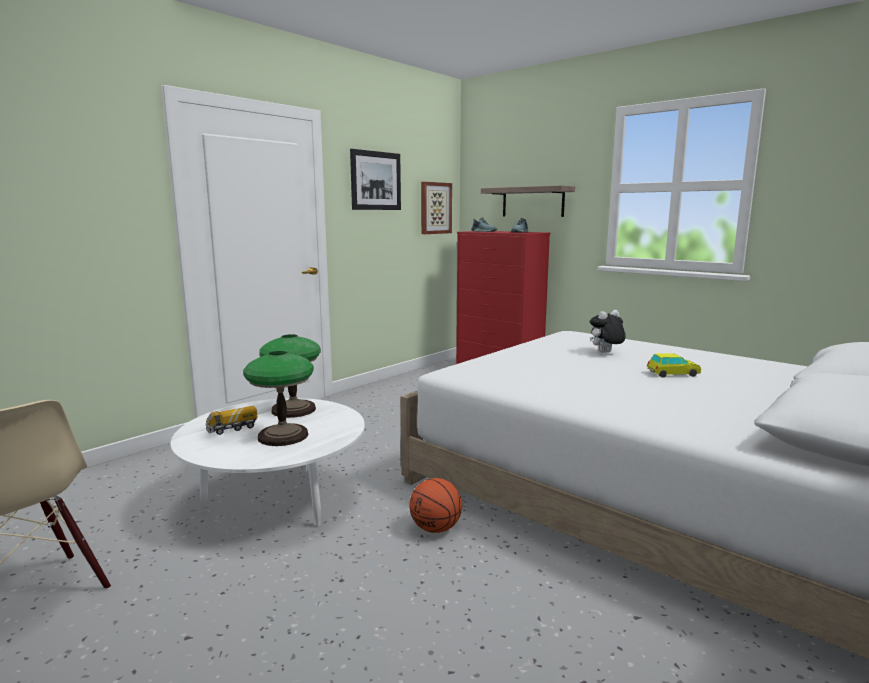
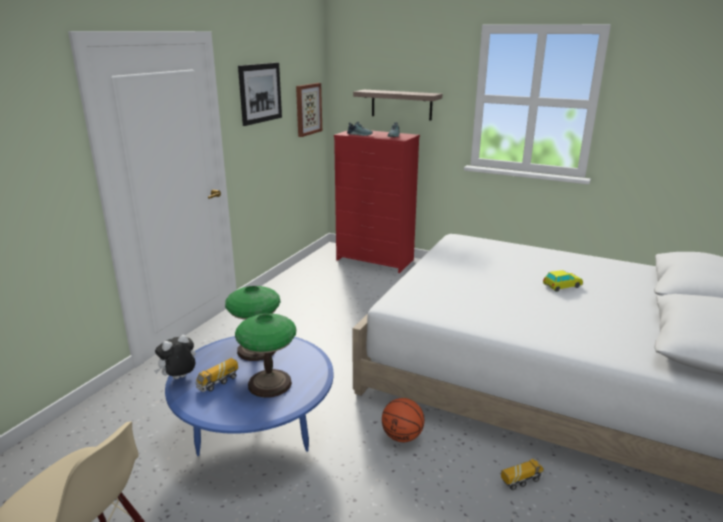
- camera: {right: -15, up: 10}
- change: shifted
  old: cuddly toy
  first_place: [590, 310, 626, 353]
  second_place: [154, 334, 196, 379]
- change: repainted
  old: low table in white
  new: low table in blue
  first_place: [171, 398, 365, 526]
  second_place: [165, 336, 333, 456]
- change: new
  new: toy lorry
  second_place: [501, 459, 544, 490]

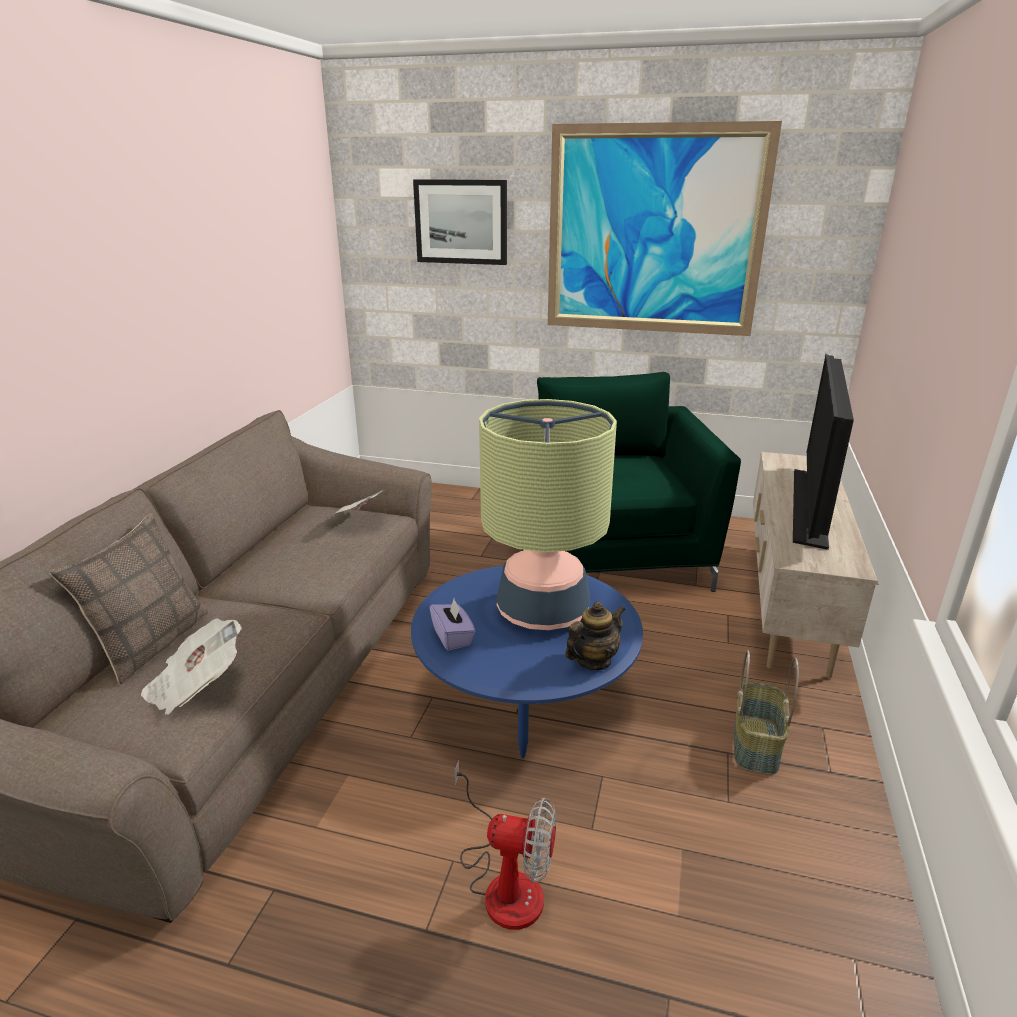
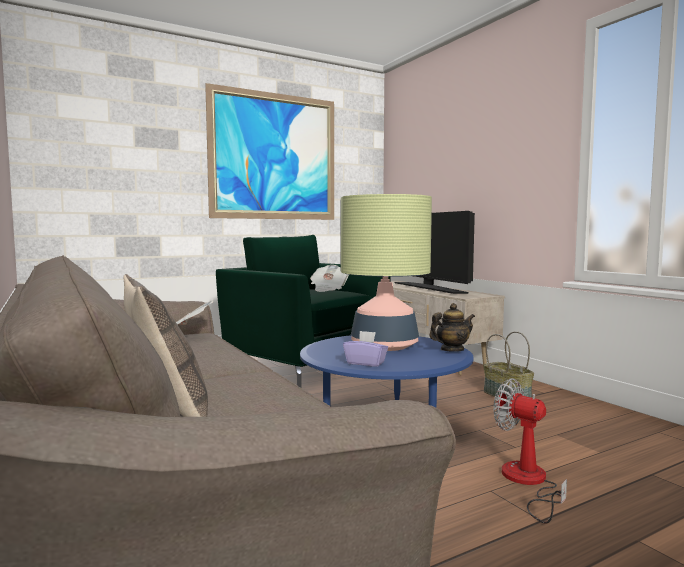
- camera: {right: -45, up: -20}
- change: shifted
  old: printed paper
  first_place: [141, 618, 242, 715]
  second_place: [310, 265, 349, 292]
- change: rotated
  old: teapot
  first_place: [565, 602, 626, 670]
  second_place: [429, 303, 475, 352]
  degrees: 60
- change: rotated
  old: fan
  first_place: [455, 760, 556, 930]
  second_place: [493, 378, 567, 524]
  degrees: -105
- change: gone
  old: wall picture
  first_place: [413, 179, 507, 265]

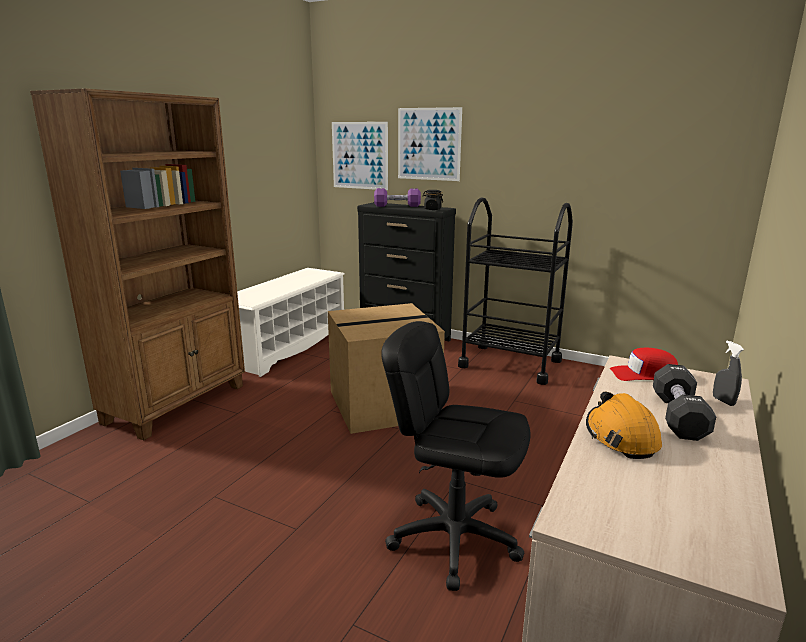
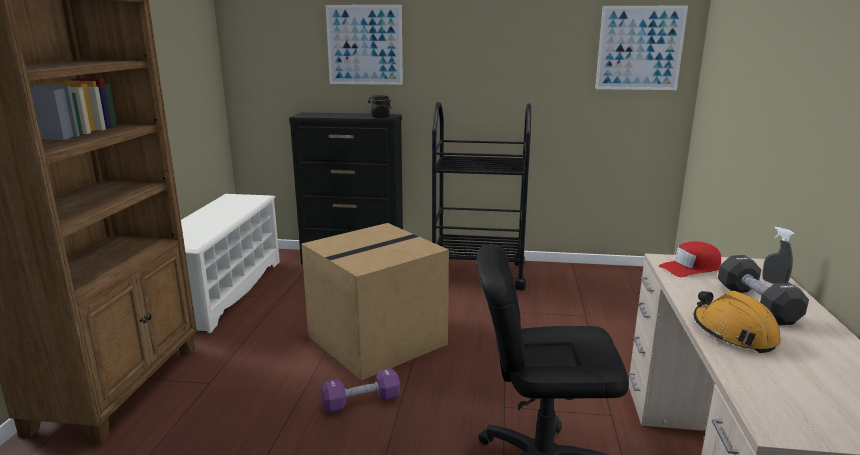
- camera: {right: -20, up: 0}
- change: shifted
  old: free weight in purple-coloured
  first_place: [374, 188, 421, 207]
  second_place: [321, 368, 400, 413]
- change: shifted
  old: wall picture
  first_place: [332, 122, 388, 190]
  second_place: [595, 6, 688, 90]

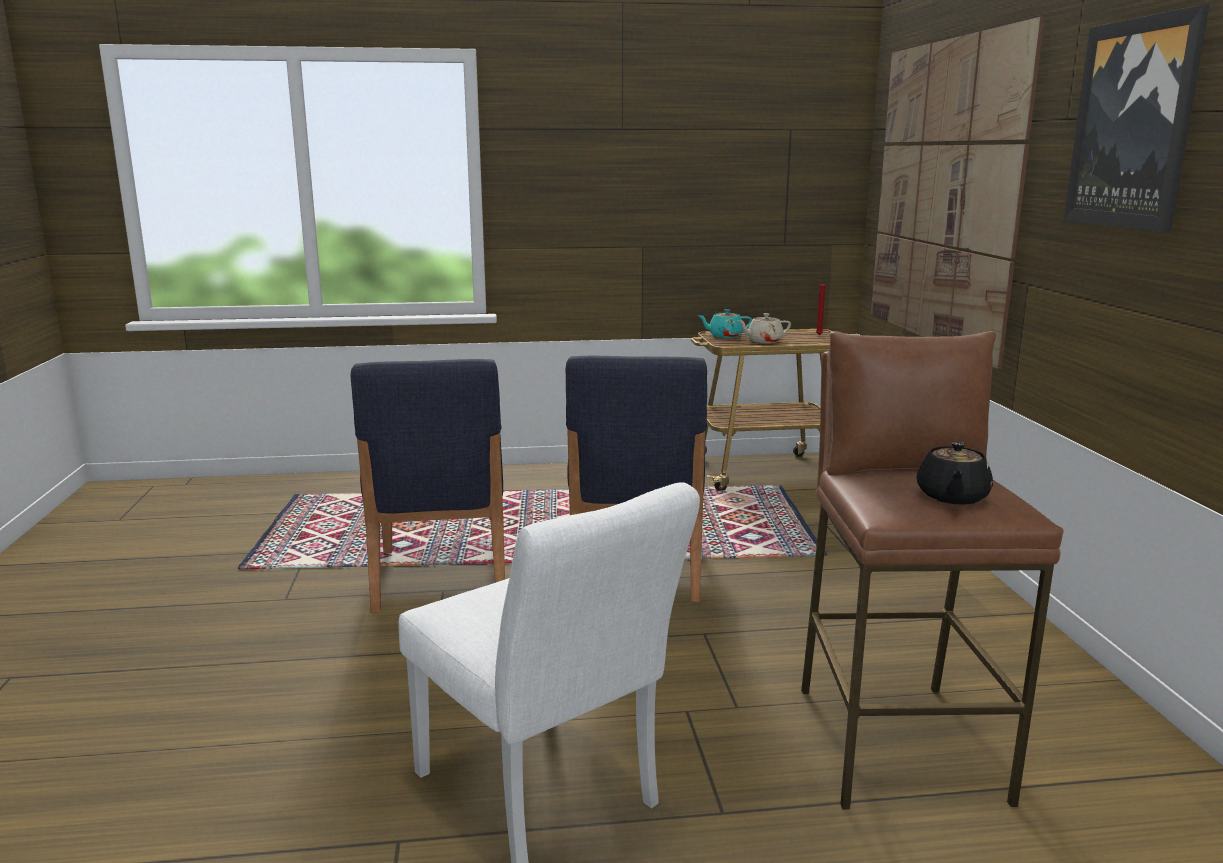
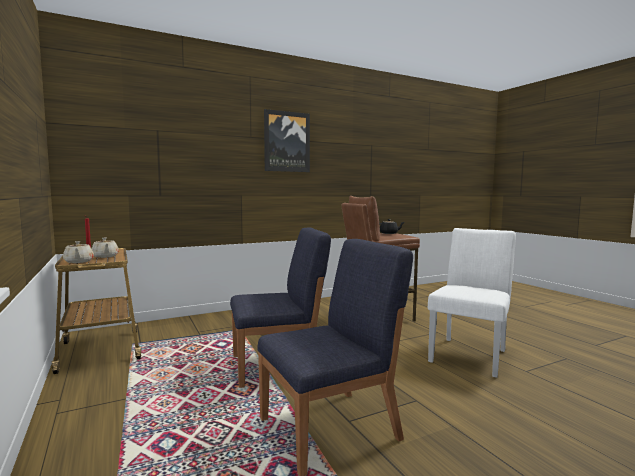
- camera: {right: -110, up: -10}
- change: repainted
  old: teapot in turquoise
  new: teapot in sand-coloured
  first_place: [698, 309, 752, 338]
  second_place: [63, 241, 94, 263]
- change: gone
  old: wall picture
  first_place: [871, 17, 1045, 369]

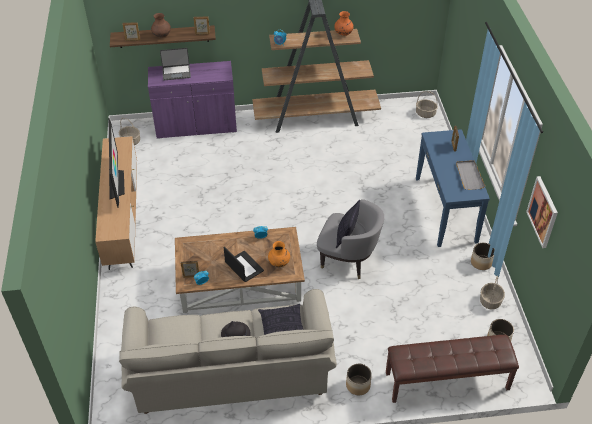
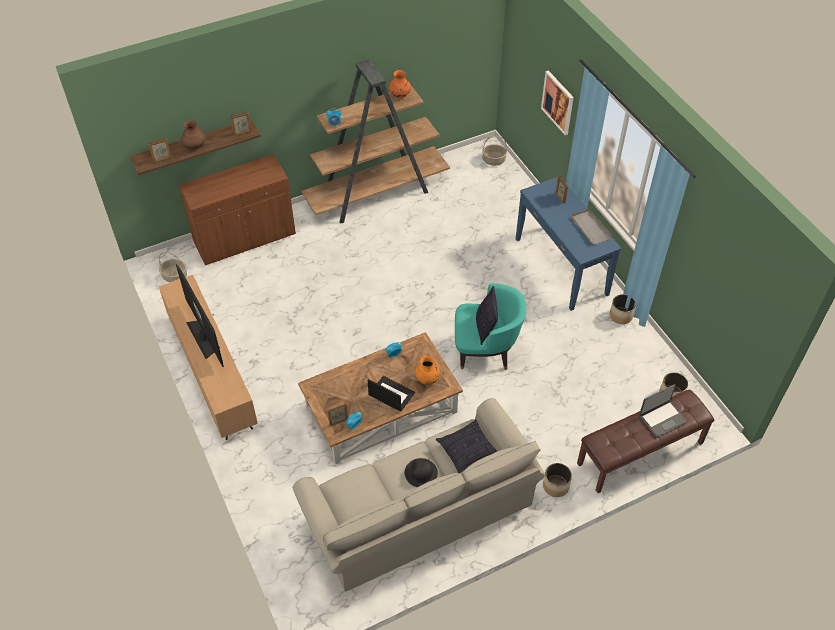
- camera: {right: -20, up: 5}
- change: repainted
  old: cupboard in purple-coloured
  new: cupboard in brown
  first_place: [148, 61, 237, 139]
  second_place: [179, 154, 296, 265]
- change: repainted
  old: lounge chair in greyish
  new: lounge chair in turquoise
  first_place: [317, 199, 384, 279]
  second_place: [455, 283, 526, 370]
- change: shifted
  old: wall picture
  first_place: [526, 176, 558, 248]
  second_place: [541, 70, 574, 135]
- change: shifted
  old: laptop
  first_place: [160, 48, 191, 80]
  second_place: [639, 384, 687, 438]
- change: gone
  old: storage basket
  first_place: [480, 276, 505, 309]

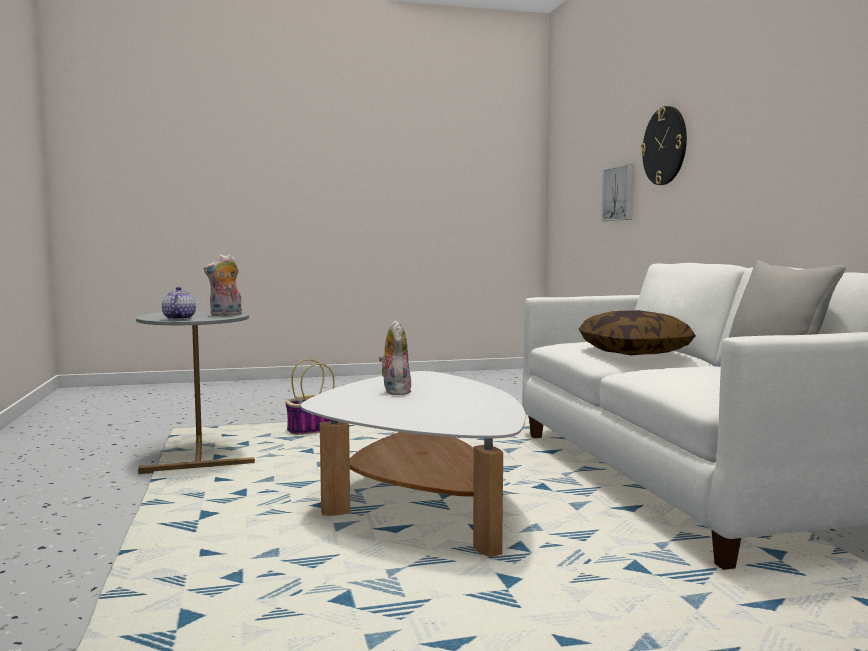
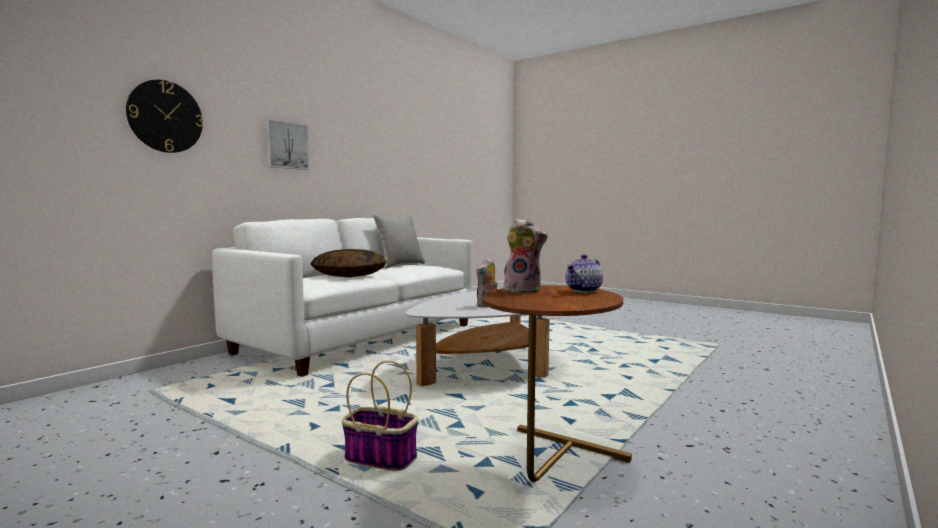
- camera: {right: -130, up: 0}
- change: shifted
  old: wall picture
  first_place: [601, 164, 634, 221]
  second_place: [265, 120, 309, 170]
- change: repainted
  old: accent table in greyish
  new: accent table in brown
  first_place: [136, 310, 255, 474]
  second_place: [482, 285, 632, 482]

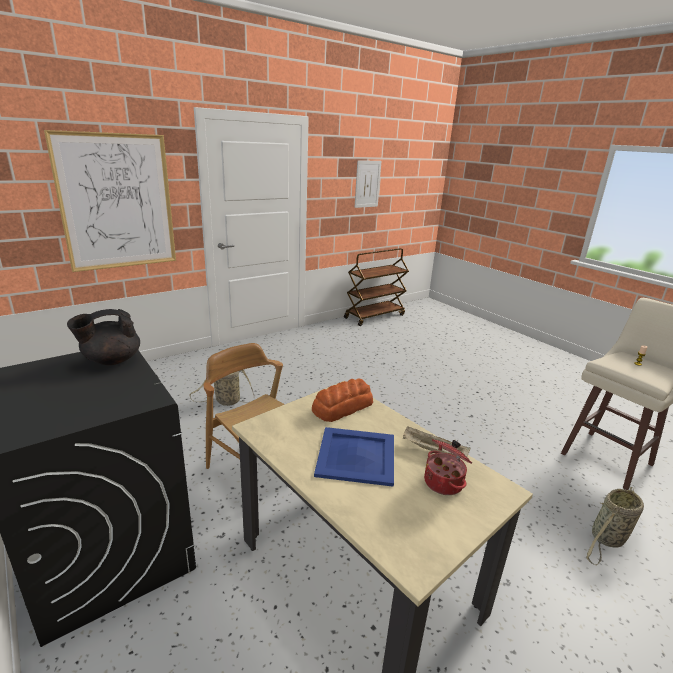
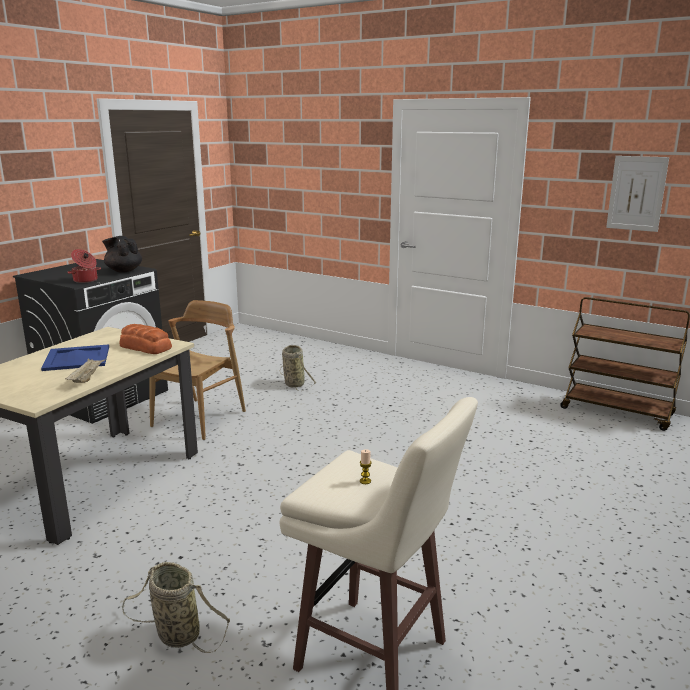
- camera: {right: 70, up: -5}
- change: shifted
  old: cooking pot
  first_place: [424, 439, 472, 495]
  second_place: [67, 249, 101, 283]
- change: gone
  old: wall picture
  first_place: [44, 130, 176, 272]

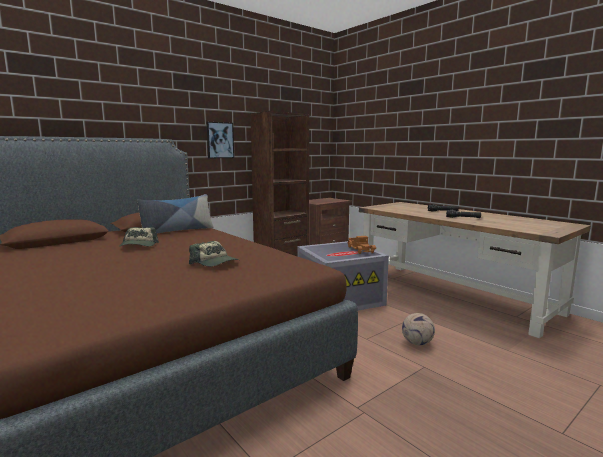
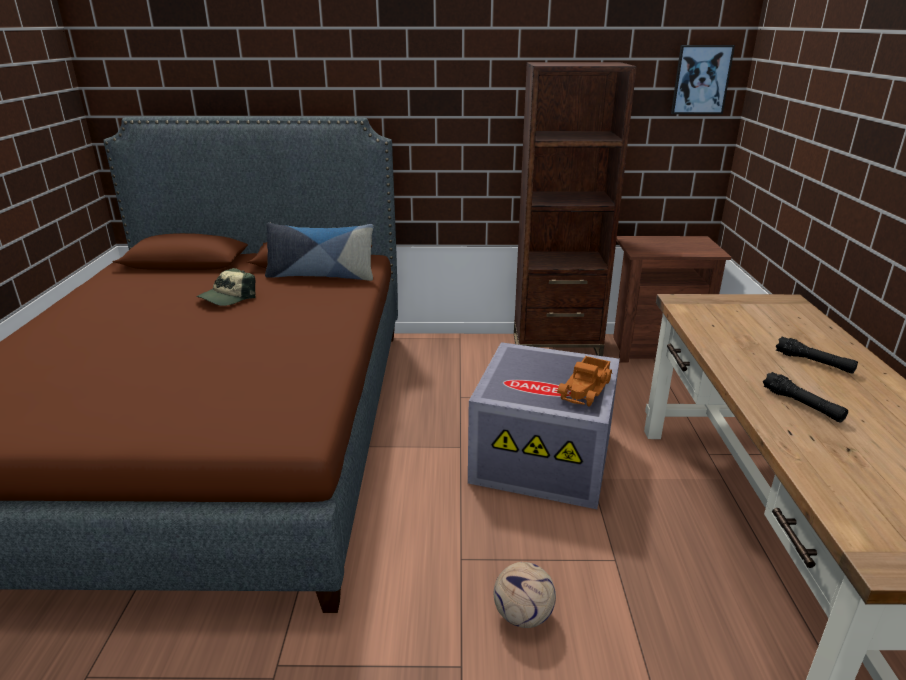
- camera: {right: 40, up: 15}
- change: shifted
  old: wall picture
  first_place: [206, 122, 234, 158]
  second_place: [671, 45, 735, 114]
- change: gone
  old: cap
  first_place: [189, 241, 239, 267]

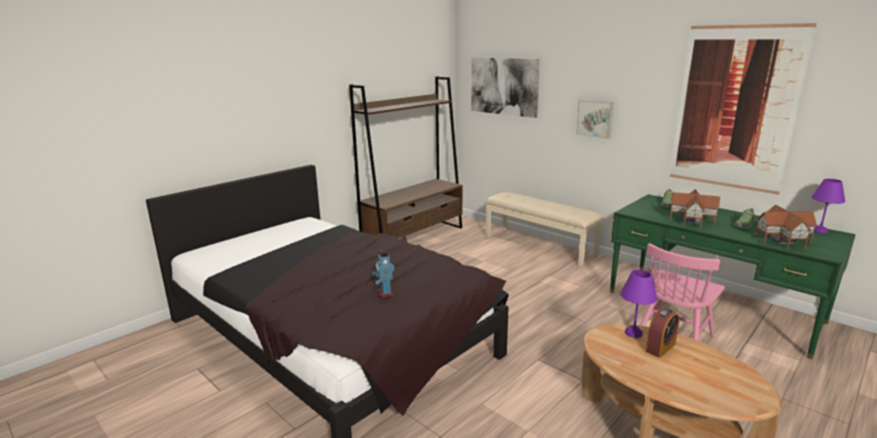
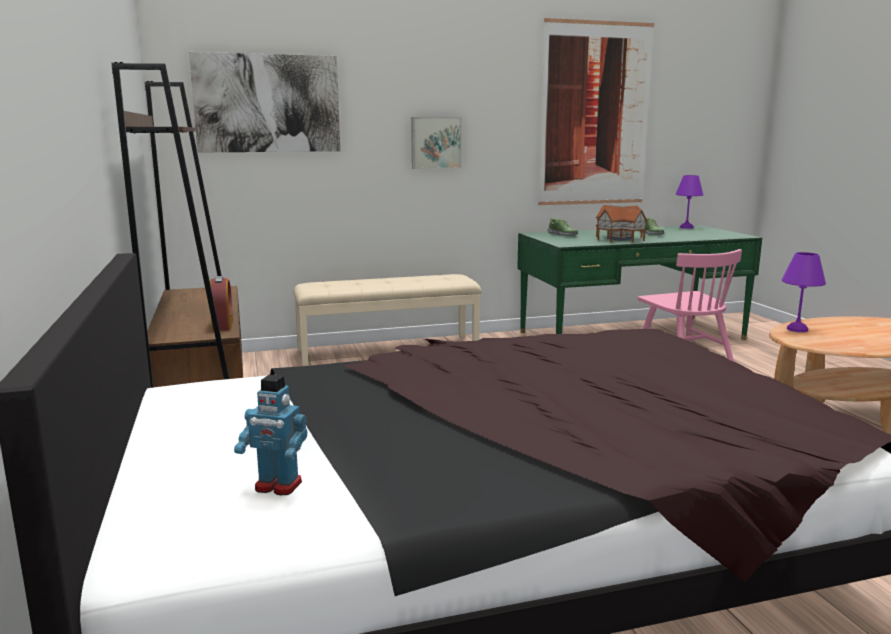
- camera: {right: -60, up: -5}
- change: shifted
  old: alarm clock
  first_place: [646, 308, 679, 358]
  second_place: [210, 276, 233, 331]
- change: shifted
  old: robot figure
  first_place: [372, 250, 394, 298]
  second_place: [234, 375, 307, 495]
- change: gone
  old: model house
  first_place: [755, 205, 817, 249]

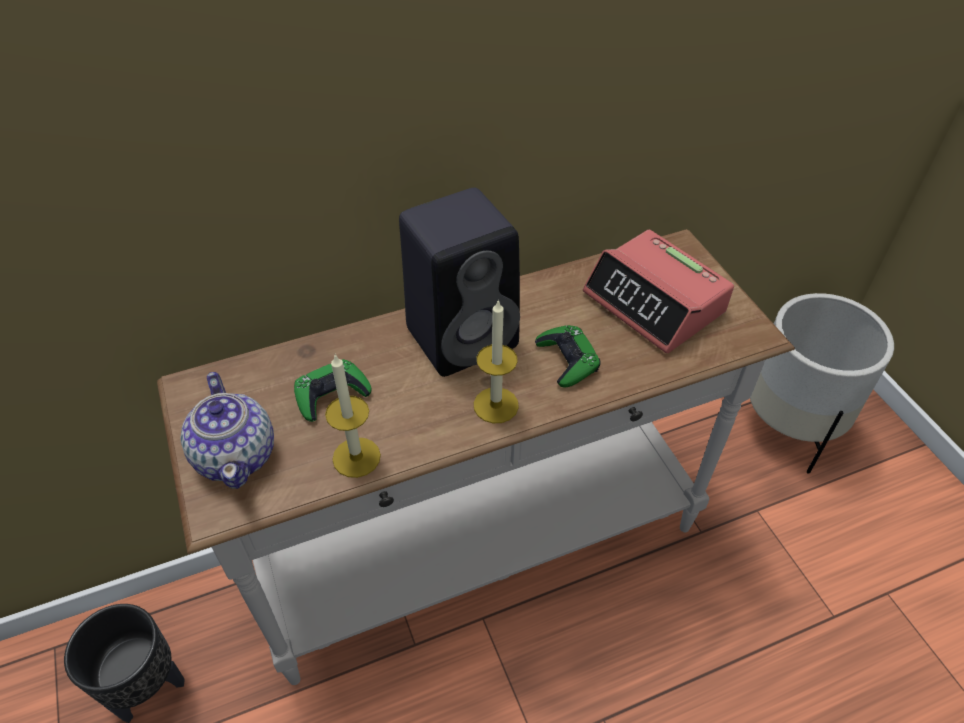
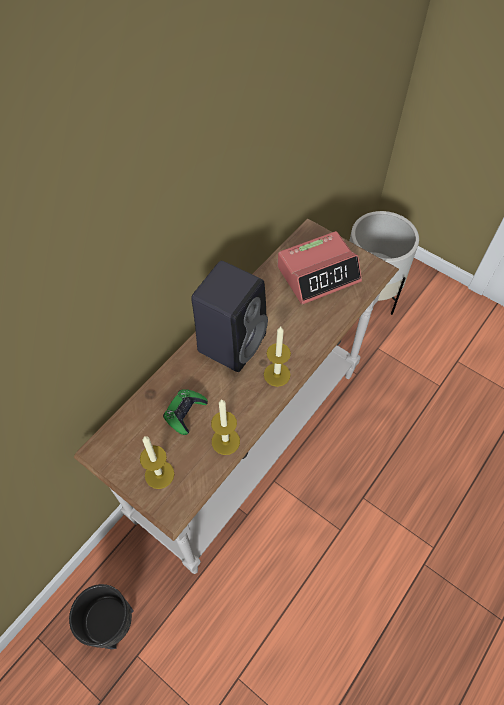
- camera: {right: -30, up: 10}
- change: swapped
  old: teapot
  new: wax light
  first_place: [180, 372, 274, 489]
  second_place: [140, 436, 174, 489]
- change: rotated
  old: alarm clock
  first_place: [583, 230, 734, 354]
  second_place: [277, 231, 362, 305]
  degrees: -45
- change: gone
  old: game controller in greenish
  first_place: [535, 325, 601, 388]

